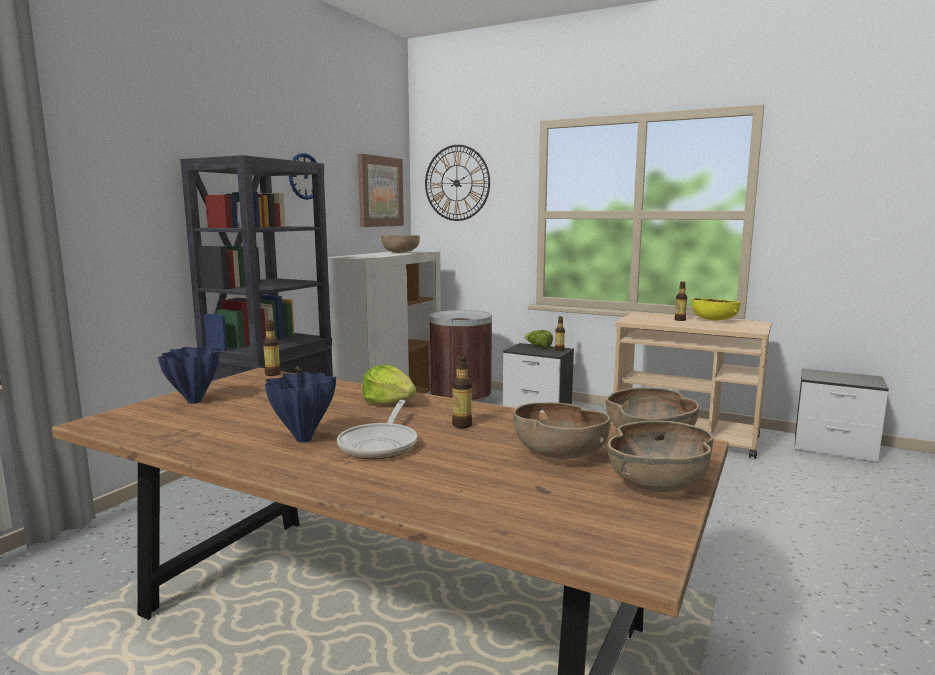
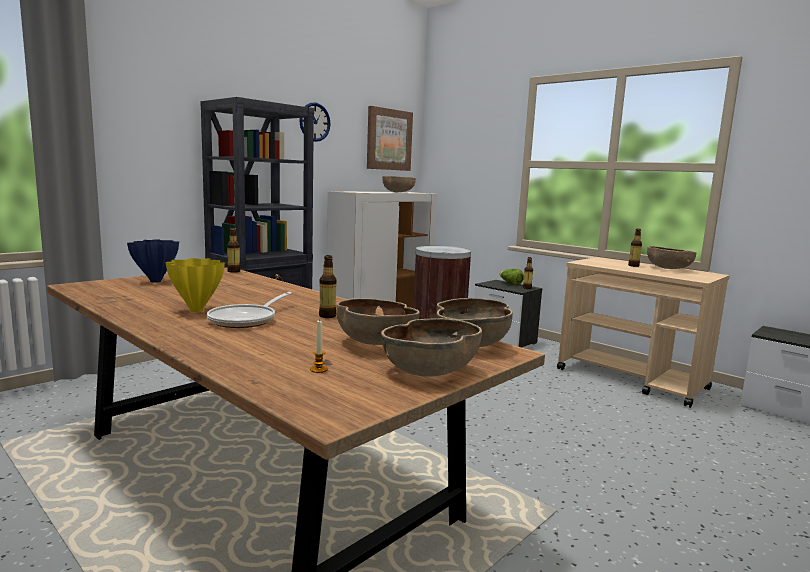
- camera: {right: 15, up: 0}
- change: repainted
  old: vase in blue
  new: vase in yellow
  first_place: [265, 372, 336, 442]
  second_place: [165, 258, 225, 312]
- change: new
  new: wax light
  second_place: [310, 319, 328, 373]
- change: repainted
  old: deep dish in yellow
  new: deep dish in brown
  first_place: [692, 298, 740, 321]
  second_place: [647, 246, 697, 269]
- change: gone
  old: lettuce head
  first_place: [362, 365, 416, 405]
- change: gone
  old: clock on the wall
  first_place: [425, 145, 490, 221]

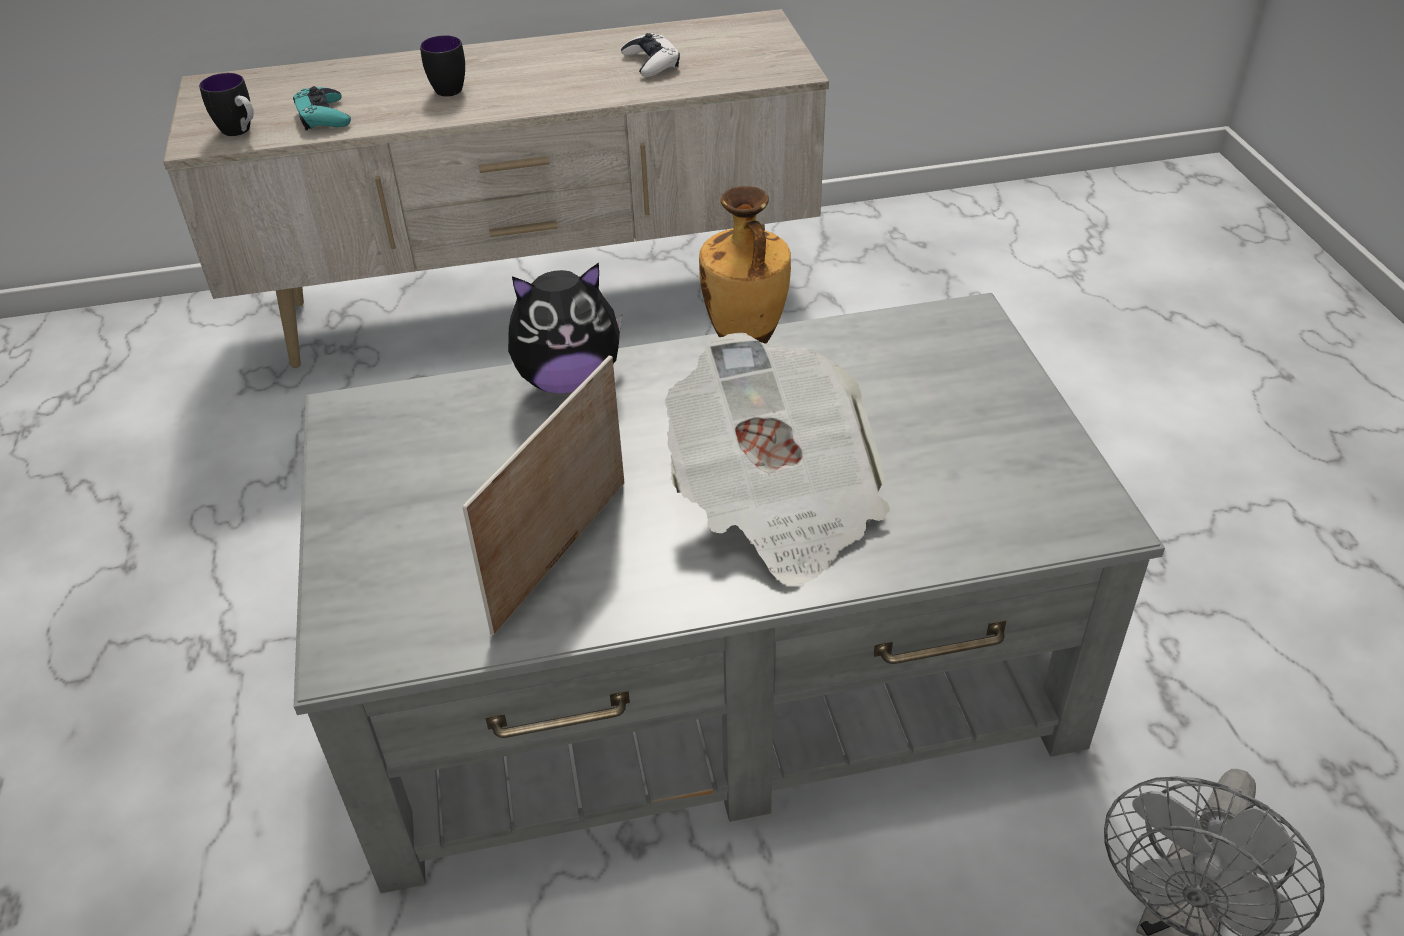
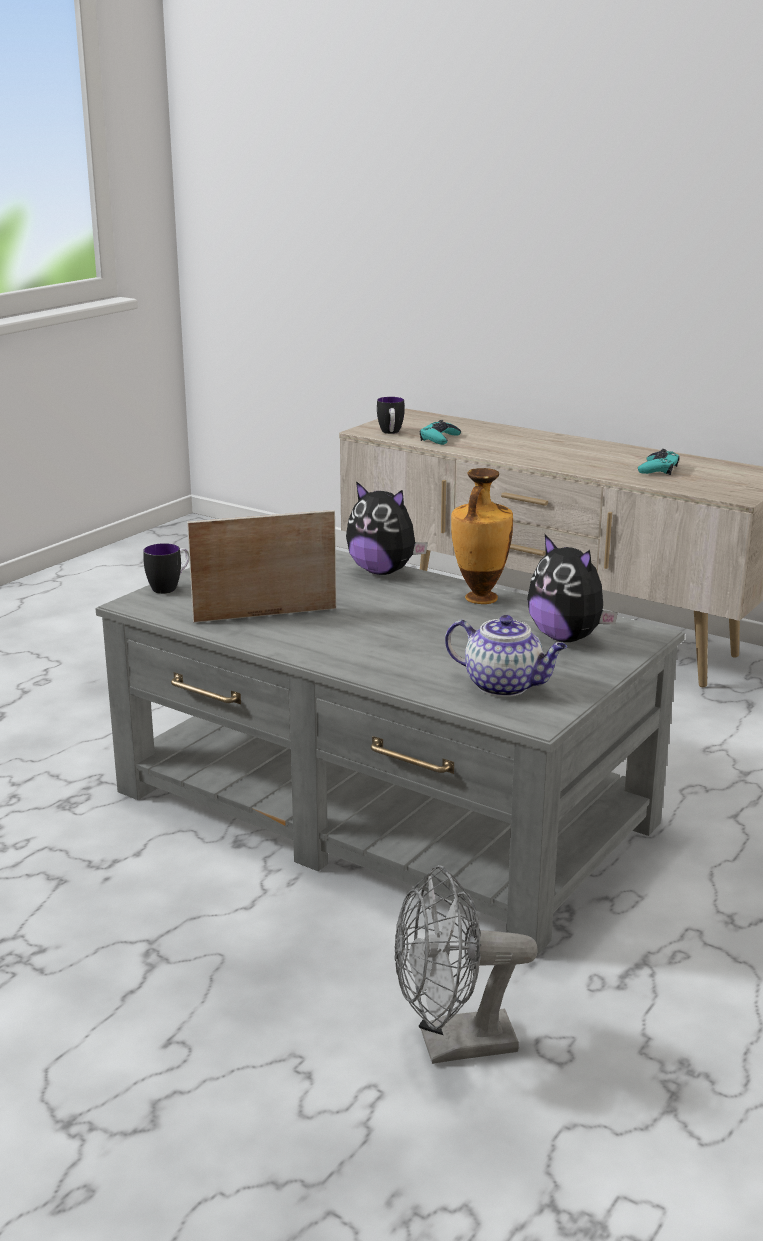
- camera: {right: 45, up: -20}
- change: shifted
  old: coffee mug
  first_place: [420, 35, 465, 97]
  second_place: [143, 543, 189, 594]
- change: new
  new: teapot
  second_place: [445, 615, 567, 697]
- change: new
  new: cuddly toy
  second_place: [527, 535, 618, 642]
- change: repainted
  old: game controller in white
  new: game controller in turquoise
  first_place: [621, 33, 680, 77]
  second_place: [638, 449, 680, 475]
- change: gone
  old: printed paper
  first_place: [665, 333, 890, 587]

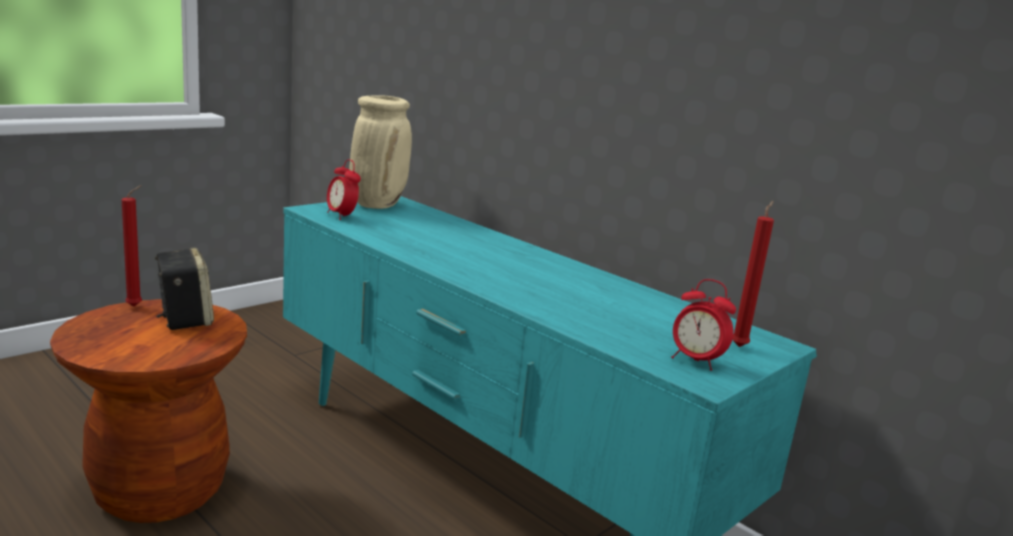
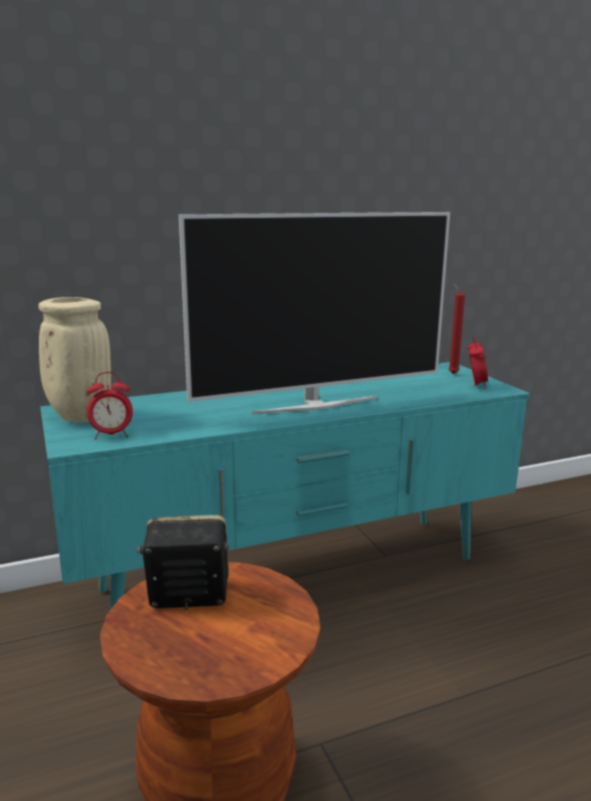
- camera: {right: -65, up: 0}
- change: new
  new: TV set
  second_place: [179, 212, 450, 414]
- change: rotated
  old: alarm clock
  first_place: [671, 279, 736, 371]
  second_place: [468, 336, 488, 389]
  degrees: -45
- change: gone
  old: wax light in reddish
  first_place: [122, 185, 142, 307]

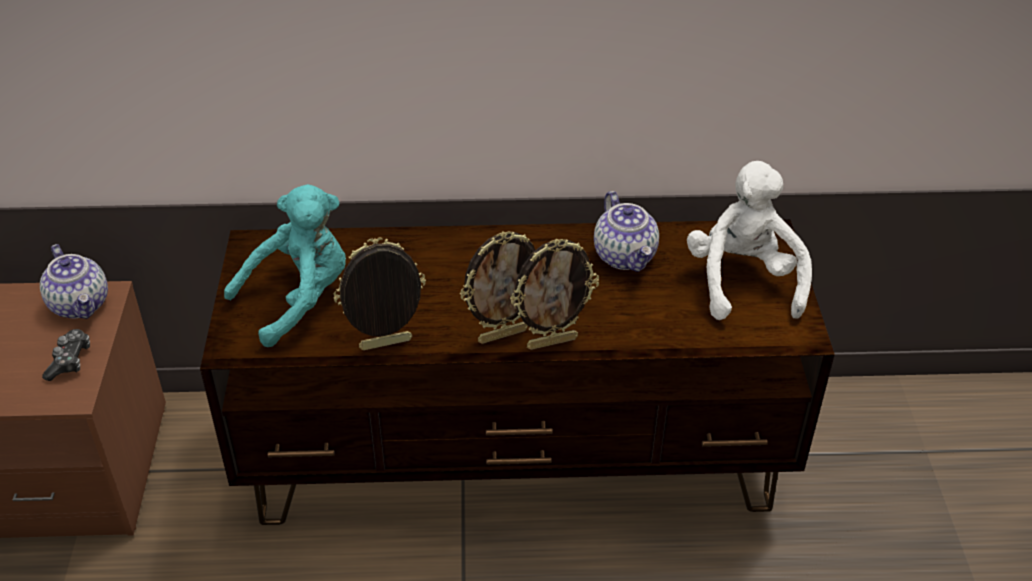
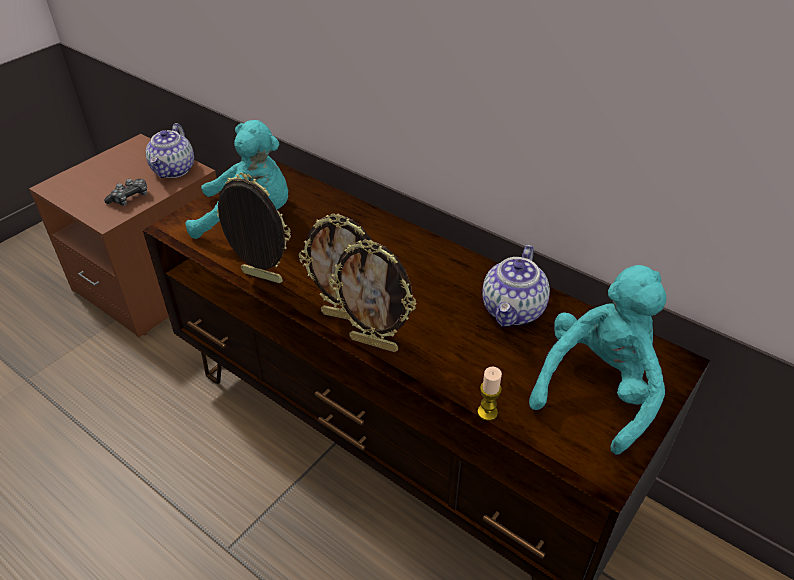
- camera: {right: 40, up: 0}
- change: new
  new: wax light
  second_place: [477, 367, 502, 421]
- change: repainted
  old: cuddly toy in white
  new: cuddly toy in turquoise
  first_place: [687, 161, 812, 320]
  second_place: [529, 265, 667, 455]

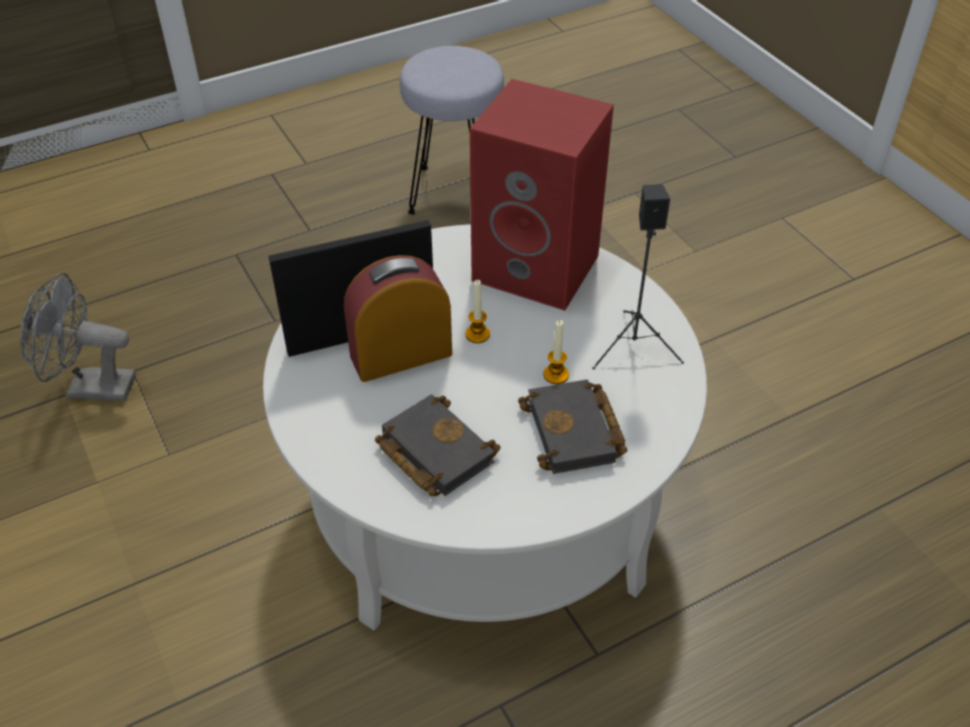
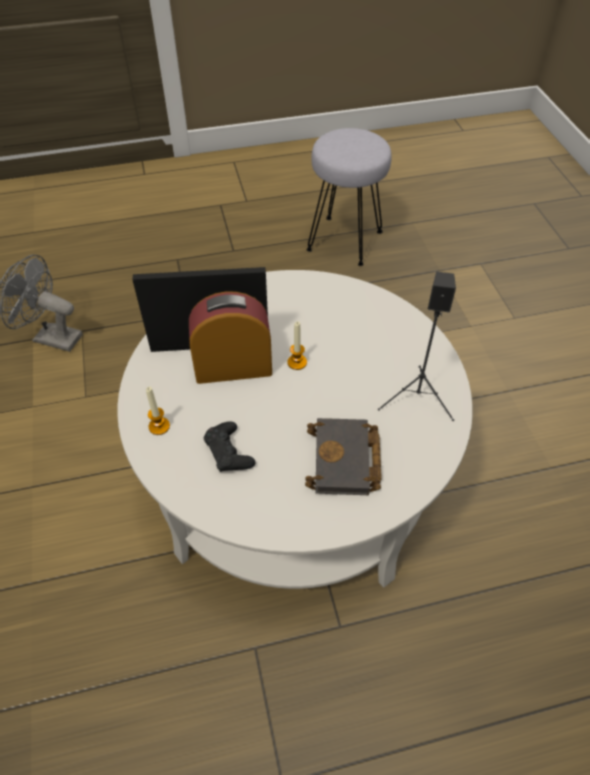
- camera: {right: 15, up: 5}
- change: shifted
  old: wax light
  first_place: [543, 320, 569, 384]
  second_place: [146, 387, 170, 435]
- change: swapped
  old: book in blackish
  new: game controller in blackish
  first_place: [375, 394, 500, 496]
  second_place: [203, 421, 256, 472]
- change: gone
  old: audio speaker in reddish
  first_place: [470, 79, 614, 311]

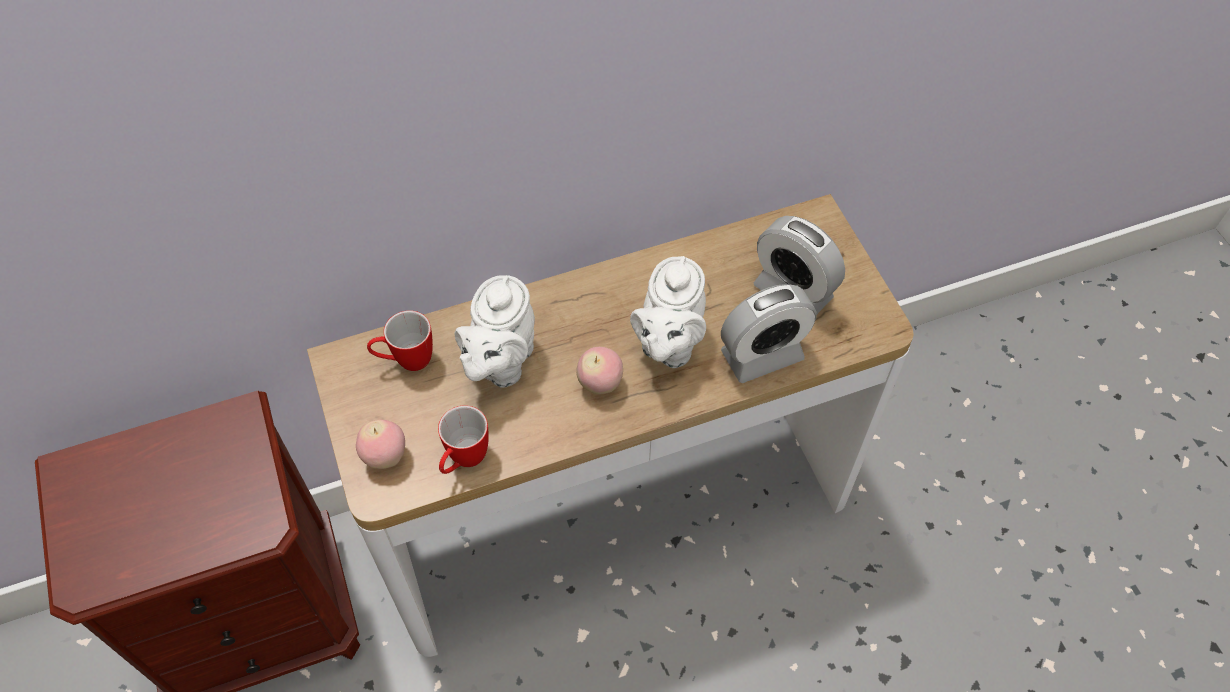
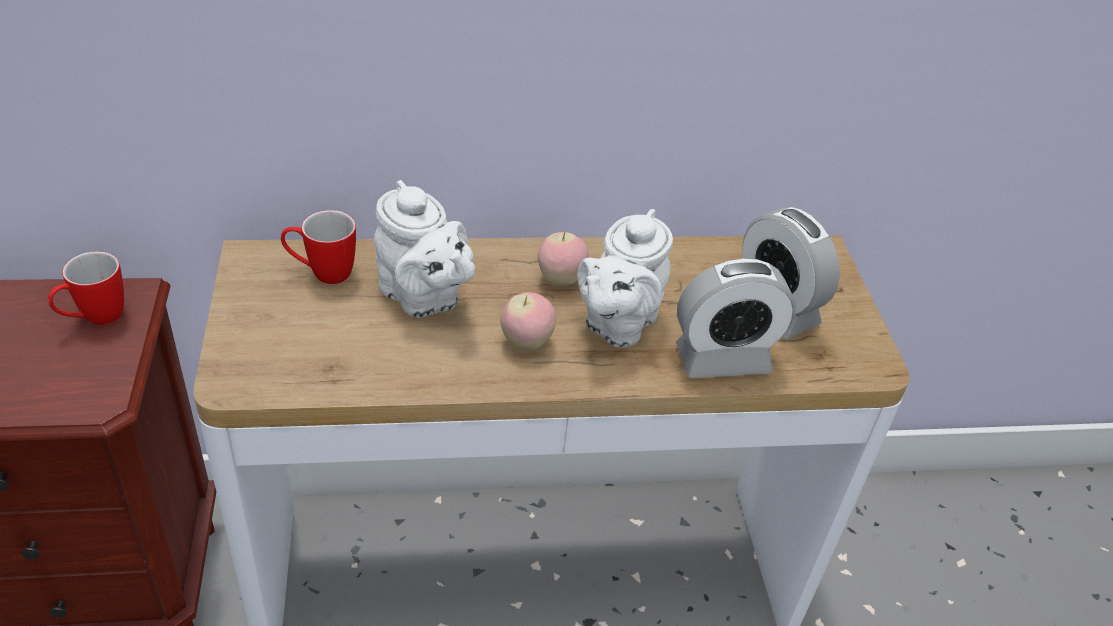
- camera: {right: 10, up: -15}
- change: shifted
  old: coffee mug
  first_place: [438, 405, 489, 474]
  second_place: [48, 251, 124, 325]
- change: rotated
  old: teapot in white
  first_place: [454, 275, 535, 388]
  second_place: [374, 180, 475, 318]
  degrees: -75
- change: shifted
  old: apple
  first_place: [356, 420, 405, 469]
  second_place: [538, 232, 589, 286]

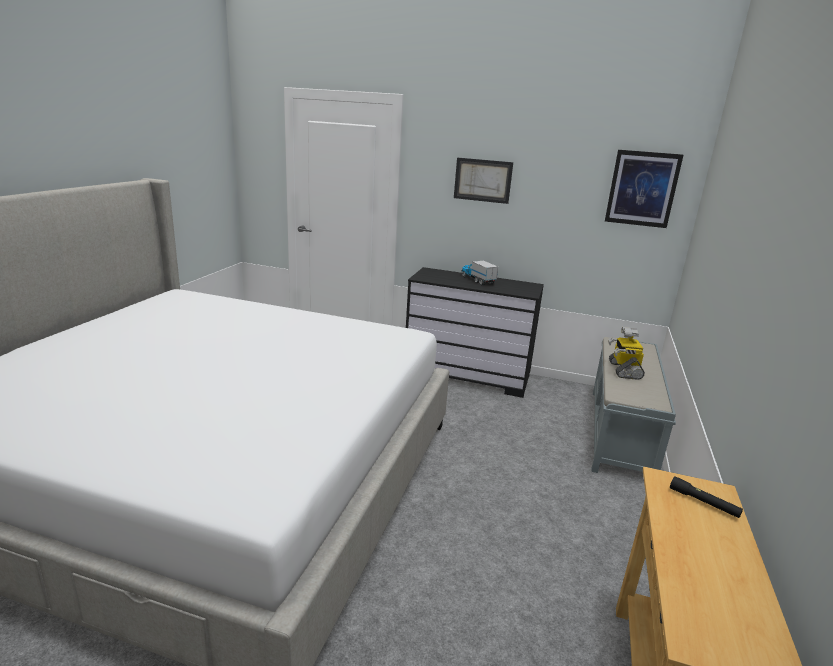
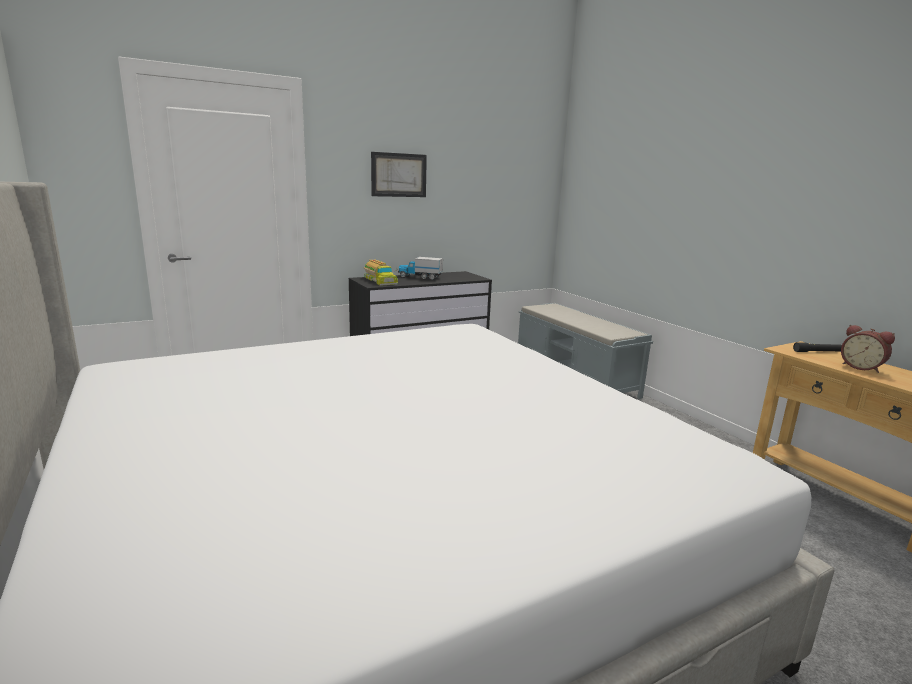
- camera: {right: -45, up: -5}
- change: new
  new: toy lorry
  second_place: [363, 260, 398, 285]
- change: new
  new: alarm clock
  second_place: [841, 325, 895, 373]
- change: gone
  old: wall picture
  first_place: [605, 150, 683, 228]
- change: gone
  old: robot figure
  first_place: [608, 327, 645, 380]

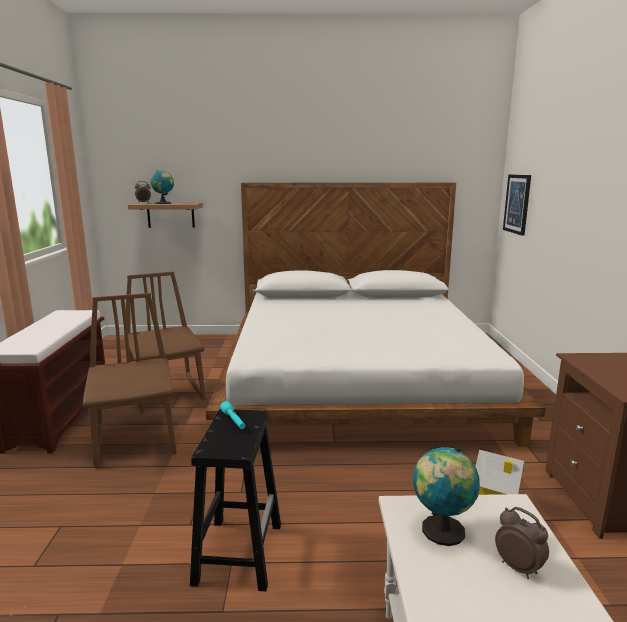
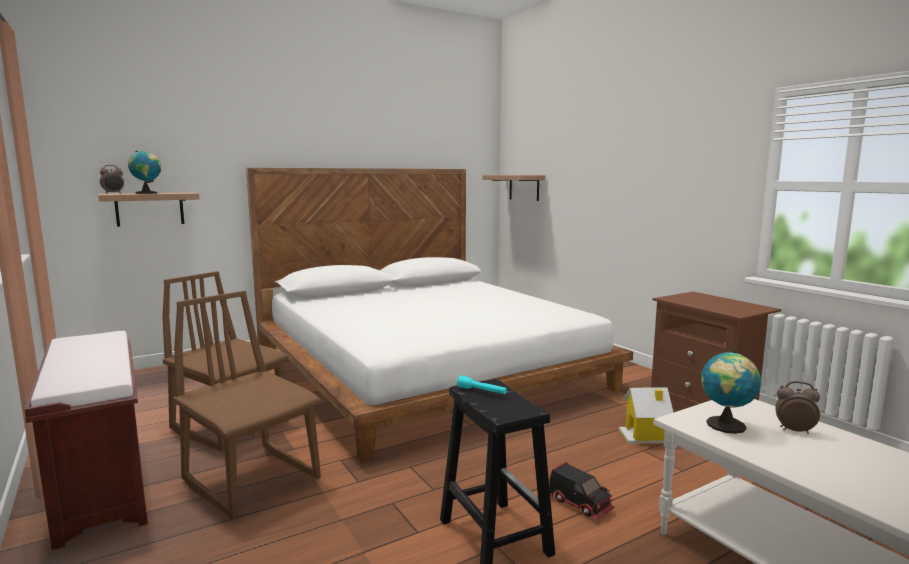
- camera: {right: -30, up: -5}
- change: swapped
  old: wall picture
  new: shelf
  first_place: [503, 174, 531, 236]
  second_place: [483, 175, 546, 201]
- change: new
  new: toy lorry
  second_place: [549, 462, 615, 520]

